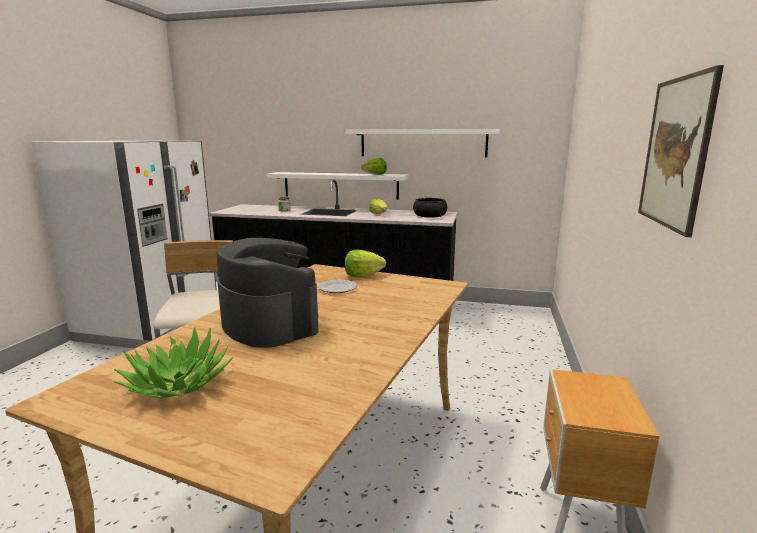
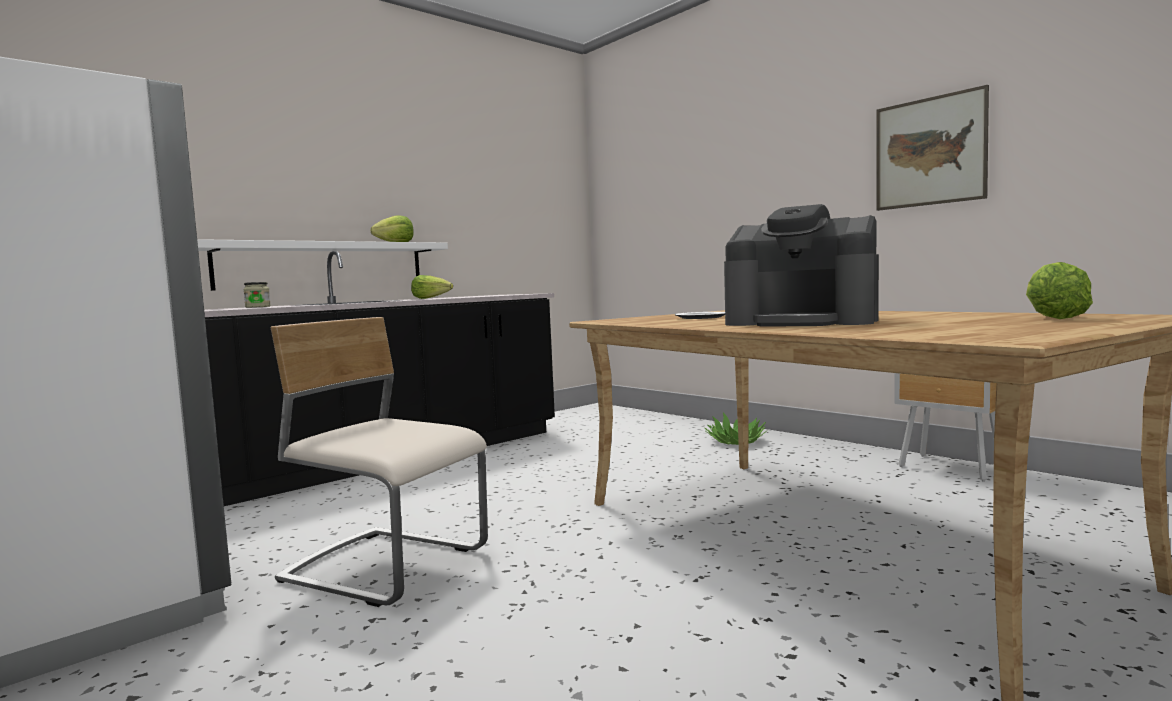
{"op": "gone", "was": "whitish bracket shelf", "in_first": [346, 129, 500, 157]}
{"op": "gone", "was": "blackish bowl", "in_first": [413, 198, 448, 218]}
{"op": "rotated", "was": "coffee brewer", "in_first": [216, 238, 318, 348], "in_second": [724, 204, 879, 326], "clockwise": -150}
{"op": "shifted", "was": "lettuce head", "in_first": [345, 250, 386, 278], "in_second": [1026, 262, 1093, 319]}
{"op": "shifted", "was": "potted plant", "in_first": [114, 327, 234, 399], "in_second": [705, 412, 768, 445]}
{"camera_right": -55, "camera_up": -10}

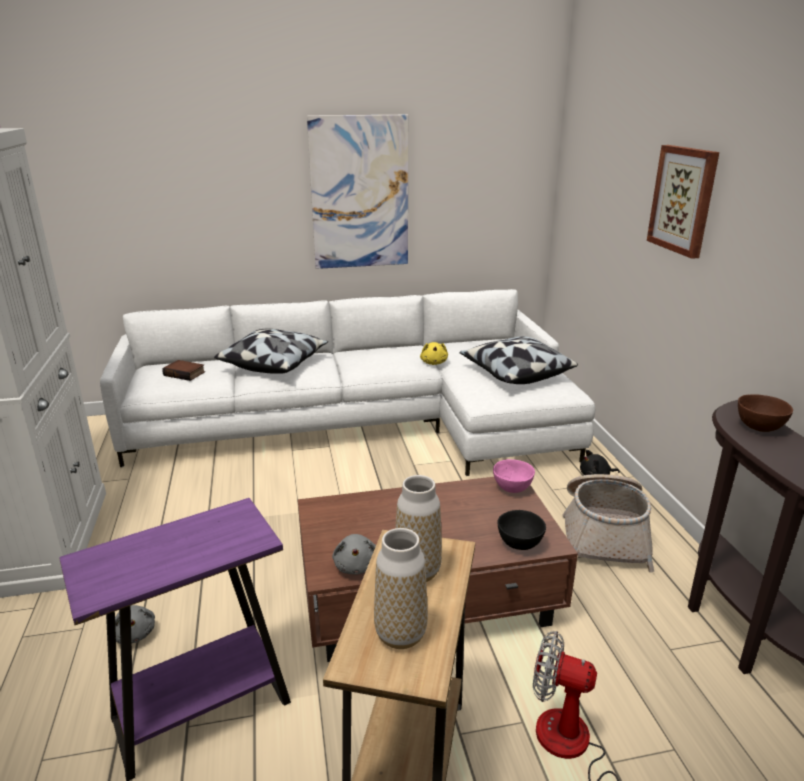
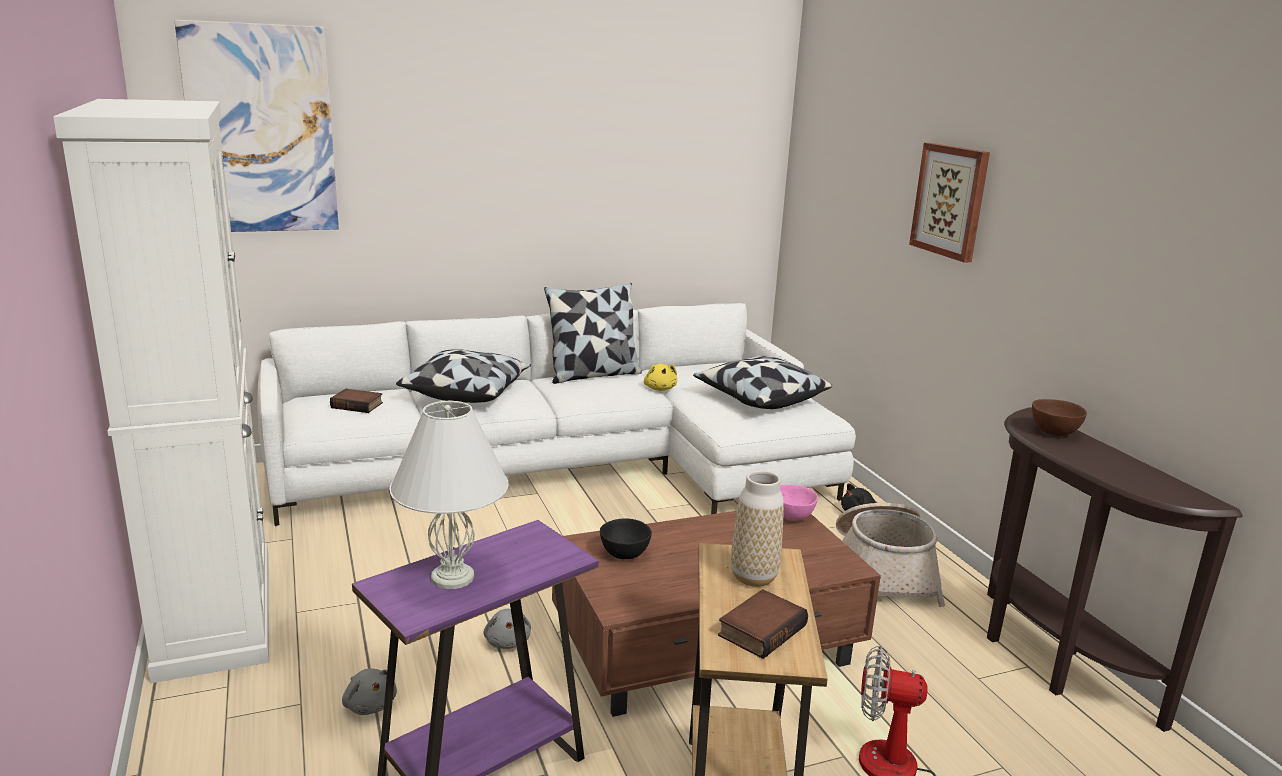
{"op": "shifted", "was": "picture", "in_first": [307, 115, 408, 269], "in_second": [174, 20, 339, 232]}
{"op": "shifted", "was": "blackish bowl", "in_first": [497, 510, 546, 550], "in_second": [600, 518, 652, 559]}
{"op": "swapped", "was": "flower vase", "now": "book", "in_first": [374, 528, 428, 649], "in_second": [718, 589, 808, 659]}
{"op": "shifted", "was": "gray plush toy", "in_first": [332, 534, 376, 574], "in_second": [483, 609, 531, 649]}
{"op": "new", "now": "pillow", "in_second": [544, 283, 642, 384]}
{"op": "new", "now": "whitish tabletop lamp", "in_second": [389, 401, 509, 589]}
{"camera_right": -10, "camera_up": -5}

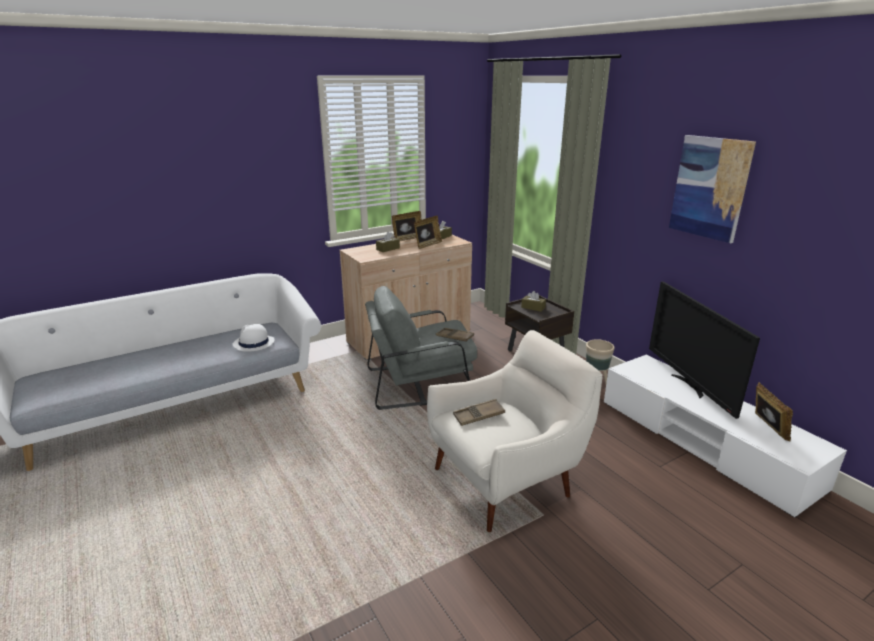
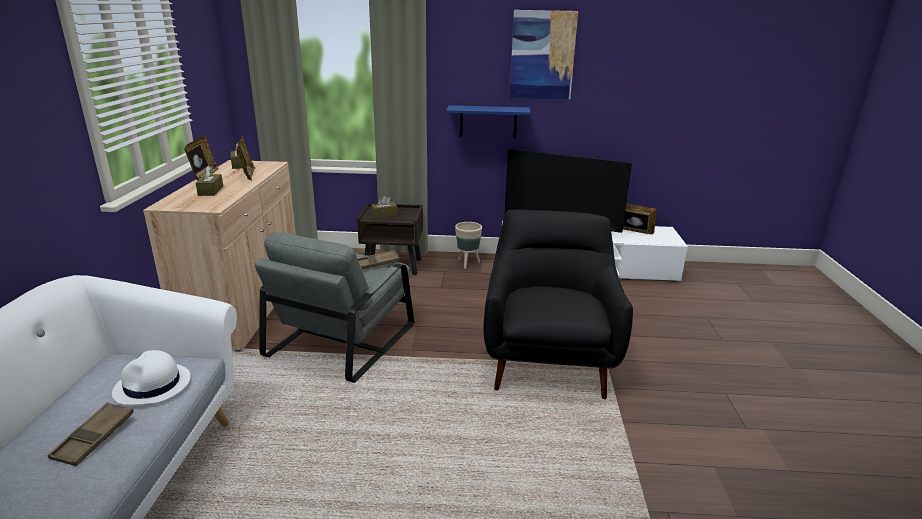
{"op": "repainted", "was": "whitish easy chair", "now": "blackish easy chair", "in_first": [427, 330, 603, 532], "in_second": [484, 209, 633, 399]}
{"op": "shifted", "was": "brown-coloured tray", "in_first": [453, 399, 505, 426], "in_second": [48, 402, 134, 466]}
{"op": "new", "now": "bluish bracket shelf", "in_second": [446, 105, 531, 138]}
{"camera_right": -55, "camera_up": 0}

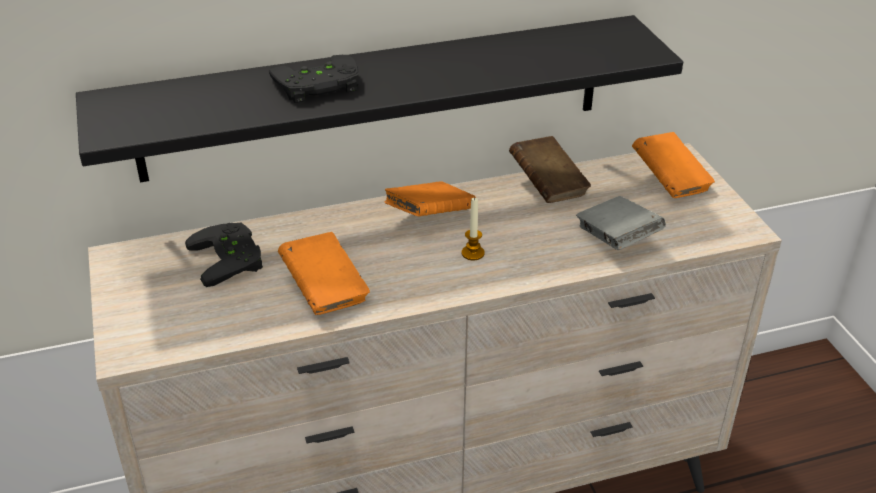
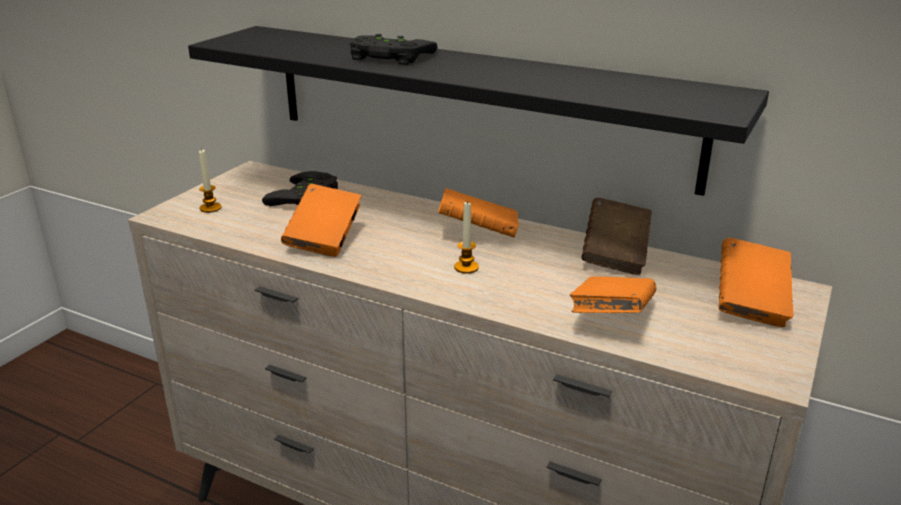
{"op": "repainted", "was": "gray book", "now": "orange-coloured book", "in_first": [576, 196, 666, 250], "in_second": [570, 276, 656, 313]}
{"op": "new", "now": "wax light", "in_second": [199, 149, 222, 213]}
{"camera_right": 45, "camera_up": -10}

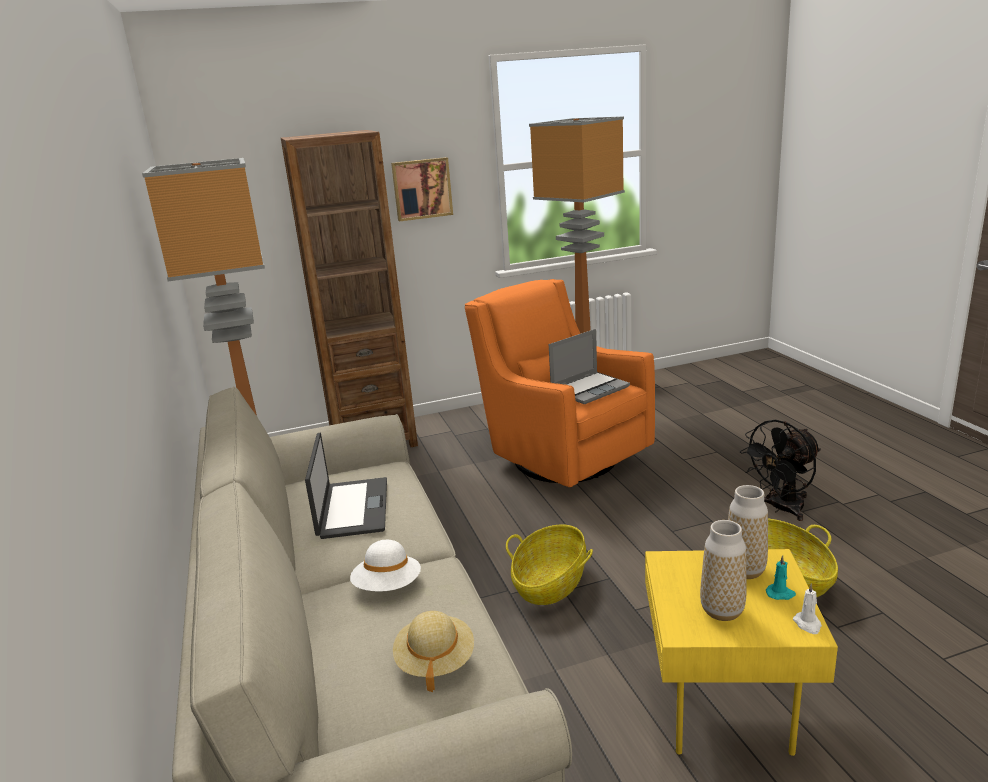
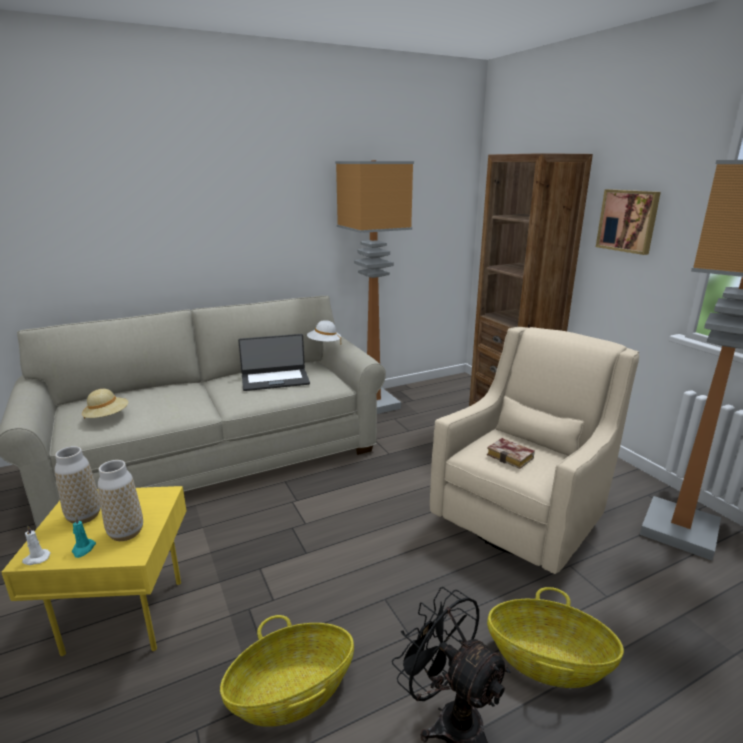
{"op": "repainted", "was": "orange-coloured easy chair", "now": "beige-coloured easy chair", "in_first": [465, 279, 655, 487], "in_second": [430, 327, 639, 574]}
{"op": "swapped", "was": "notebook computer", "now": "book", "in_first": [549, 329, 630, 404], "in_second": [487, 438, 535, 469]}
{"op": "shifted", "was": "storage basket", "in_first": [506, 524, 593, 605], "in_second": [487, 587, 624, 688]}
{"op": "shifted", "was": "whitish clothing hat", "in_first": [350, 540, 421, 592], "in_second": [307, 320, 341, 345]}
{"camera_right": 80, "camera_up": 0}

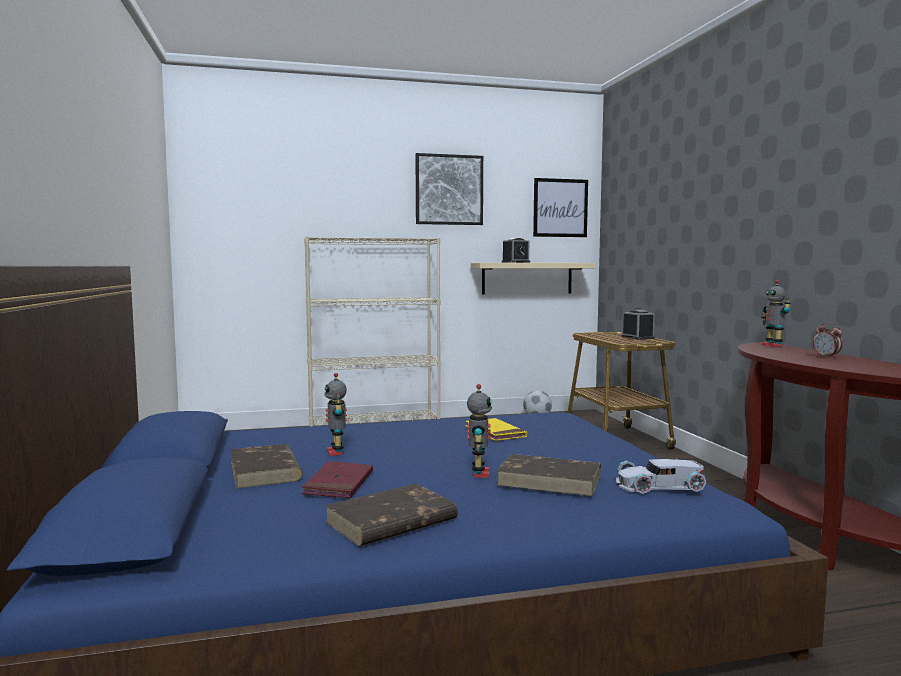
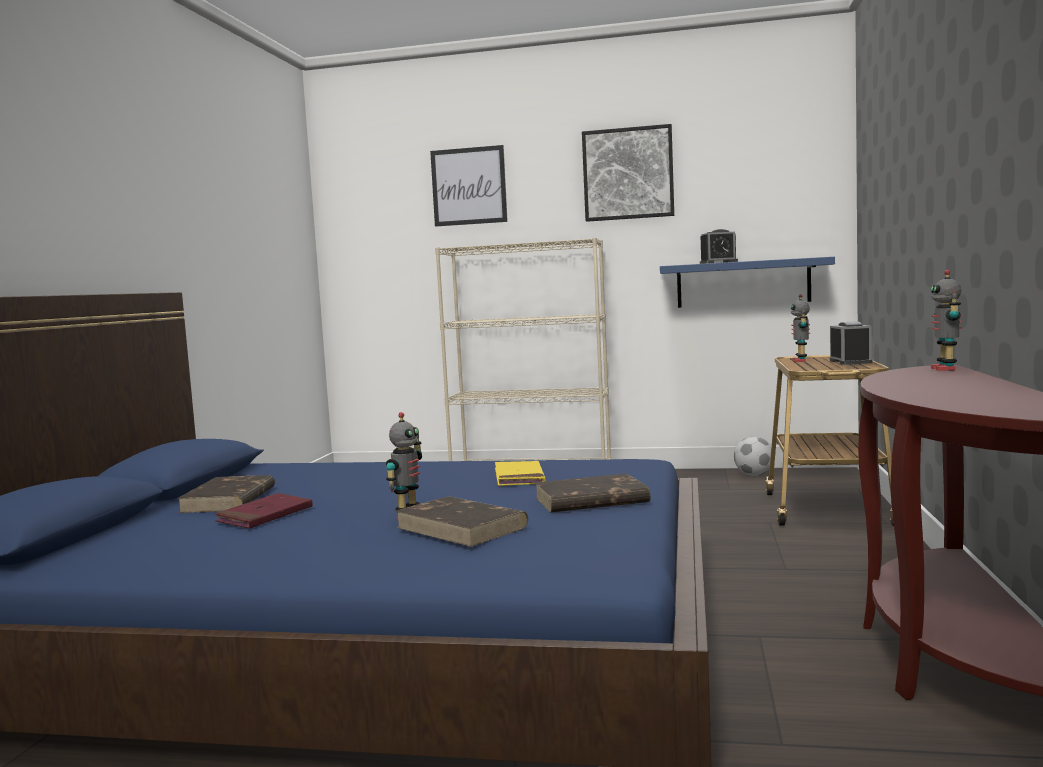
{"op": "shifted", "was": "picture", "in_first": [533, 178, 588, 237], "in_second": [430, 145, 508, 227]}
{"op": "repainted", "was": "beige-coloured bracket shelf", "now": "bluish bracket shelf", "in_first": [471, 263, 596, 294], "in_second": [660, 257, 835, 308]}
{"op": "gone", "was": "bedside clock", "in_first": [813, 322, 843, 359]}
{"op": "shifted", "was": "model robot", "in_first": [324, 373, 347, 456], "in_second": [791, 294, 810, 362]}
{"op": "gone", "was": "whitish model car", "in_first": [616, 459, 707, 494]}
{"op": "shifted", "was": "brown-coloured book", "in_first": [325, 483, 458, 546], "in_second": [535, 473, 651, 513]}
{"camera_right": 25, "camera_up": 0}

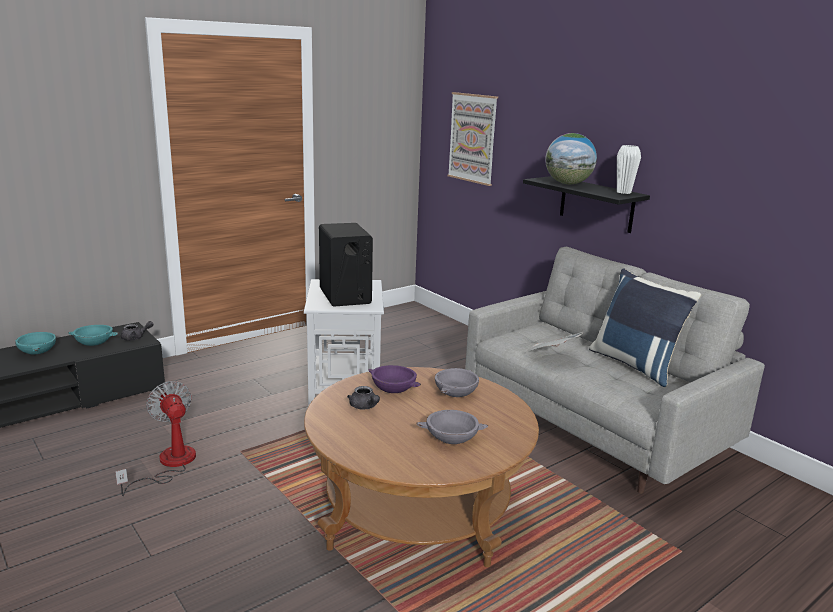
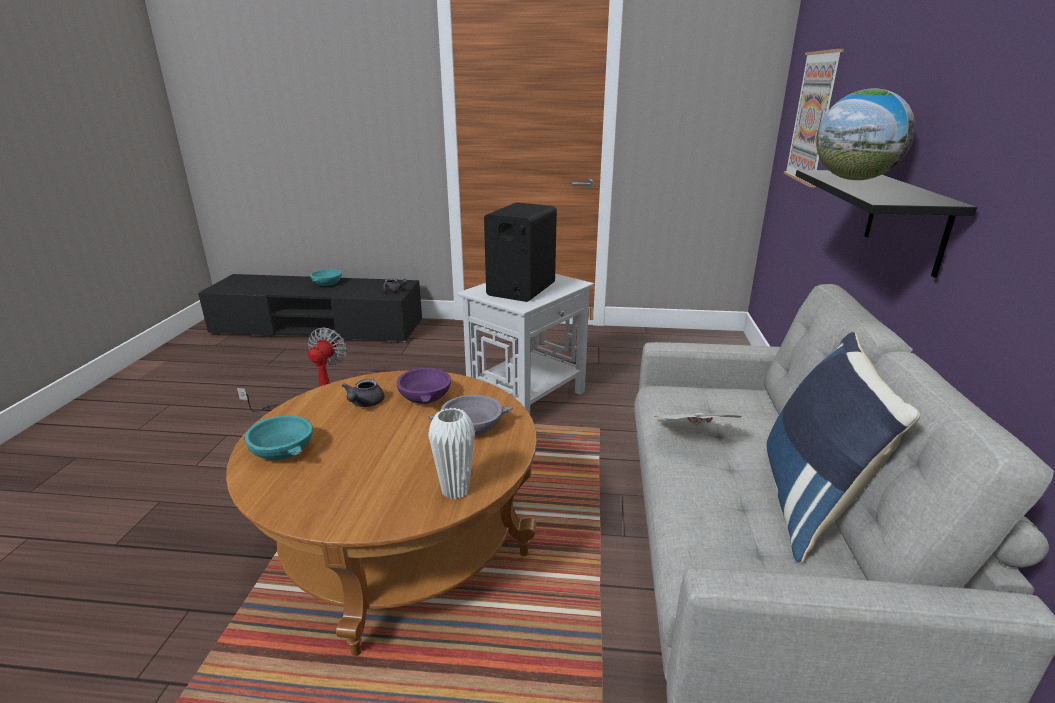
{"op": "shifted", "was": "whitish flower vase", "in_first": [617, 145, 641, 194], "in_second": [428, 408, 475, 499]}
{"op": "shifted", "was": "blue-green bowl", "in_first": [68, 325, 118, 346], "in_second": [244, 415, 313, 460]}
{"op": "gone", "was": "gray bowl", "in_first": [416, 410, 488, 444]}
{"camera_right": 45, "camera_up": 5}

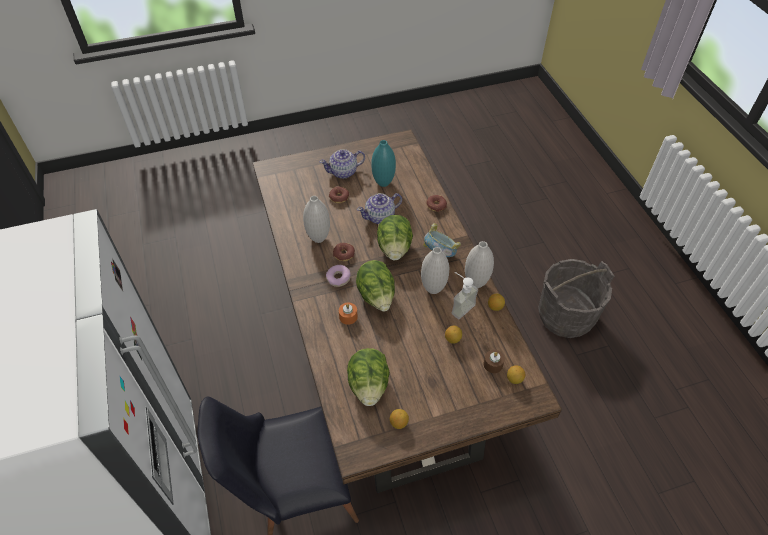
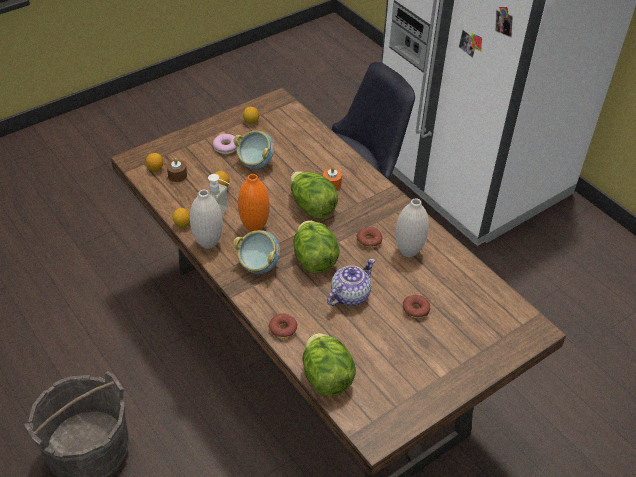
{"op": "gone", "was": "blue-green flower vase", "in_first": [371, 140, 396, 187]}
{"op": "gone", "was": "teapot", "in_first": [320, 149, 365, 179]}
{"op": "repainted", "was": "whitish flower vase", "now": "orange-coloured flower vase", "in_first": [421, 247, 449, 294], "in_second": [238, 174, 270, 232]}
{"op": "shifted", "was": "ring doughnut", "in_first": [326, 265, 351, 287], "in_second": [213, 134, 238, 154]}
{"op": "shifted", "was": "lettuce head", "in_first": [347, 348, 390, 406], "in_second": [303, 333, 356, 396]}
{"op": "new", "now": "bowl", "in_second": [233, 130, 274, 169]}
{"camera_right": 160, "camera_up": -5}

